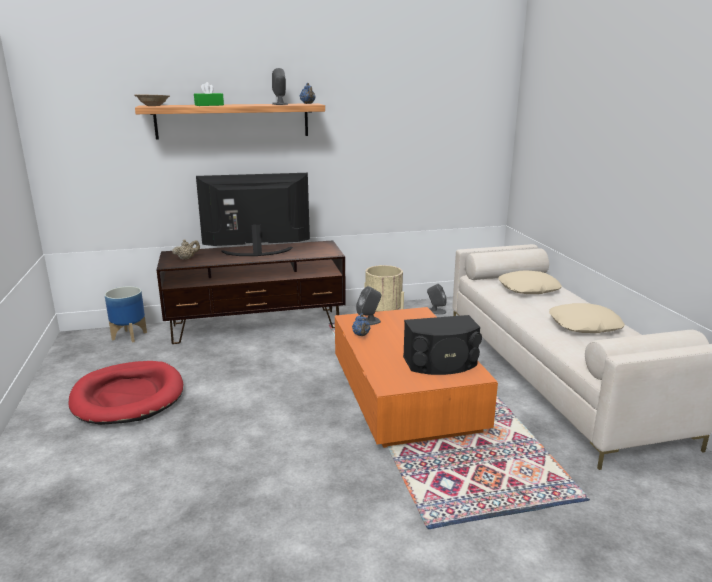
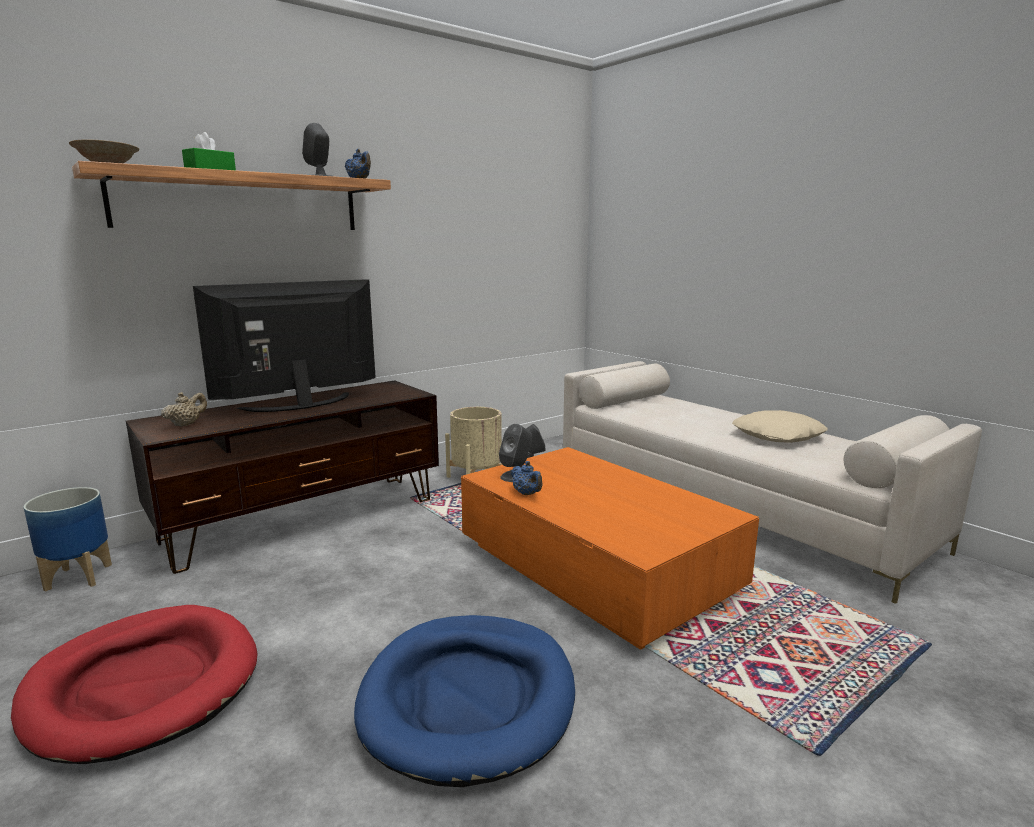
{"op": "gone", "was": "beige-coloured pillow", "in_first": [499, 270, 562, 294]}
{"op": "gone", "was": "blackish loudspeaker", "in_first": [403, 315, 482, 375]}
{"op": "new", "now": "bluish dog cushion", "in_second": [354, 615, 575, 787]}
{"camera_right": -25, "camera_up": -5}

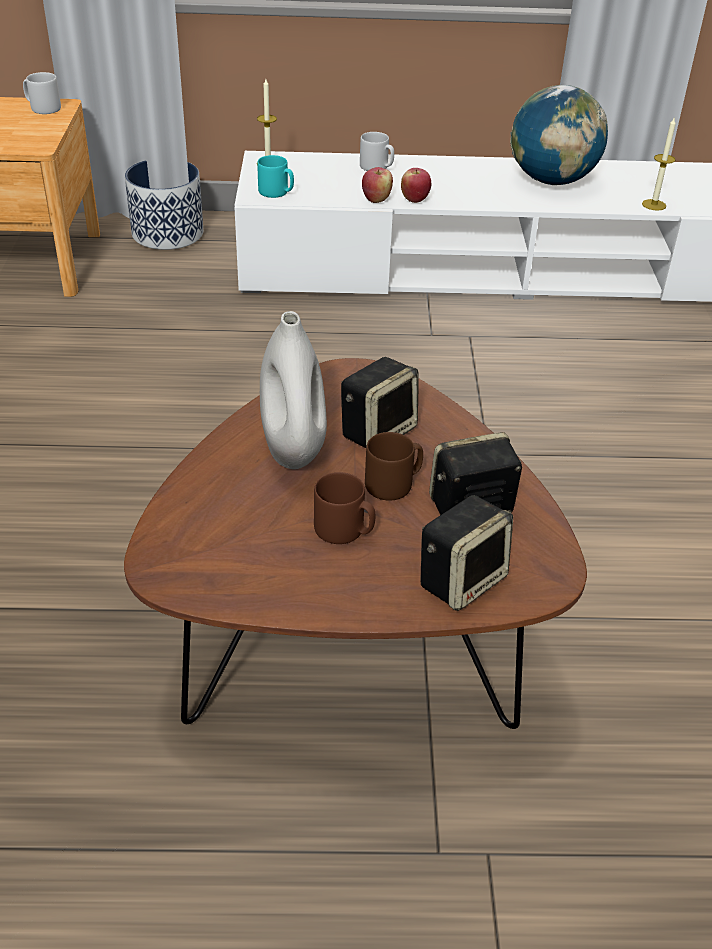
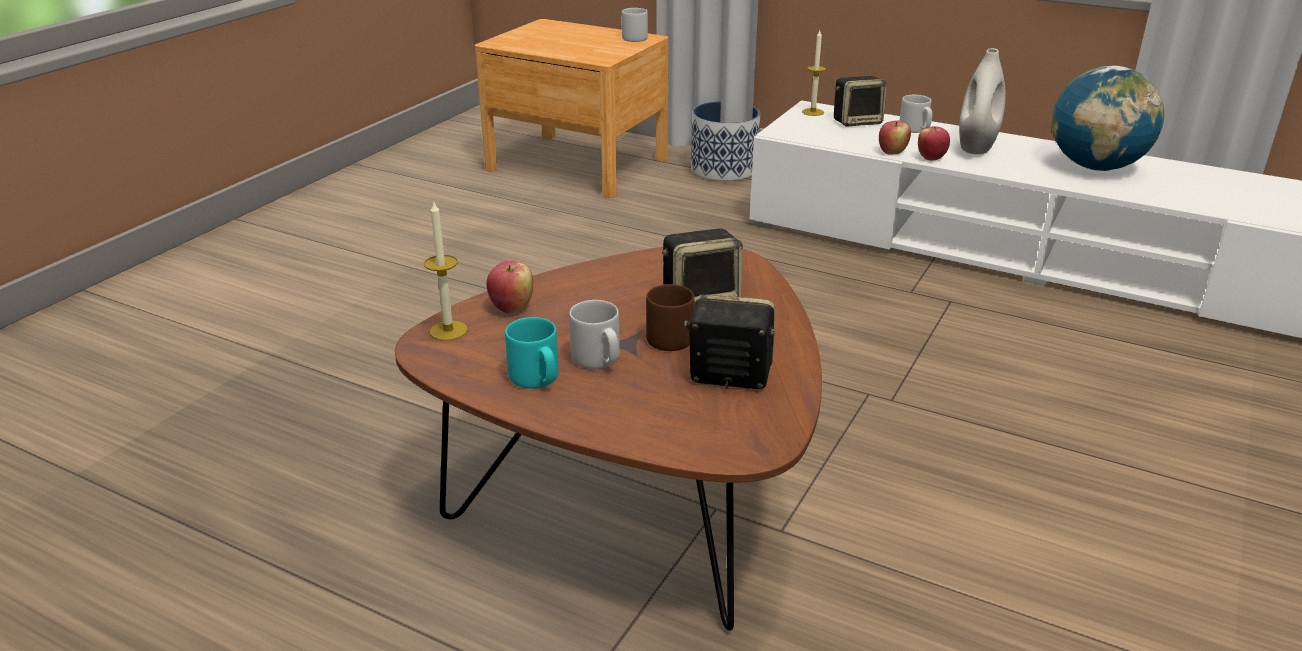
{"op": "shifted", "was": "wax light", "in_first": [642, 118, 676, 211], "in_second": [424, 200, 468, 341]}
{"op": "shifted", "was": "blue-green coffee mug", "in_first": [257, 155, 294, 198], "in_second": [505, 317, 559, 389]}
{"op": "shifted", "was": "whitish flower vase", "in_first": [260, 311, 327, 469], "in_second": [959, 48, 1006, 154]}
{"op": "repainted", "was": "brown-coloured coffee mug", "now": "gray coffee mug", "in_first": [314, 472, 375, 544], "in_second": [569, 300, 620, 369]}
{"op": "shifted", "was": "loudspeaker", "in_first": [421, 495, 513, 611], "in_second": [834, 76, 887, 127]}
{"op": "new", "now": "apple", "in_second": [487, 261, 533, 314]}
{"camera_right": 30, "camera_up": -10}

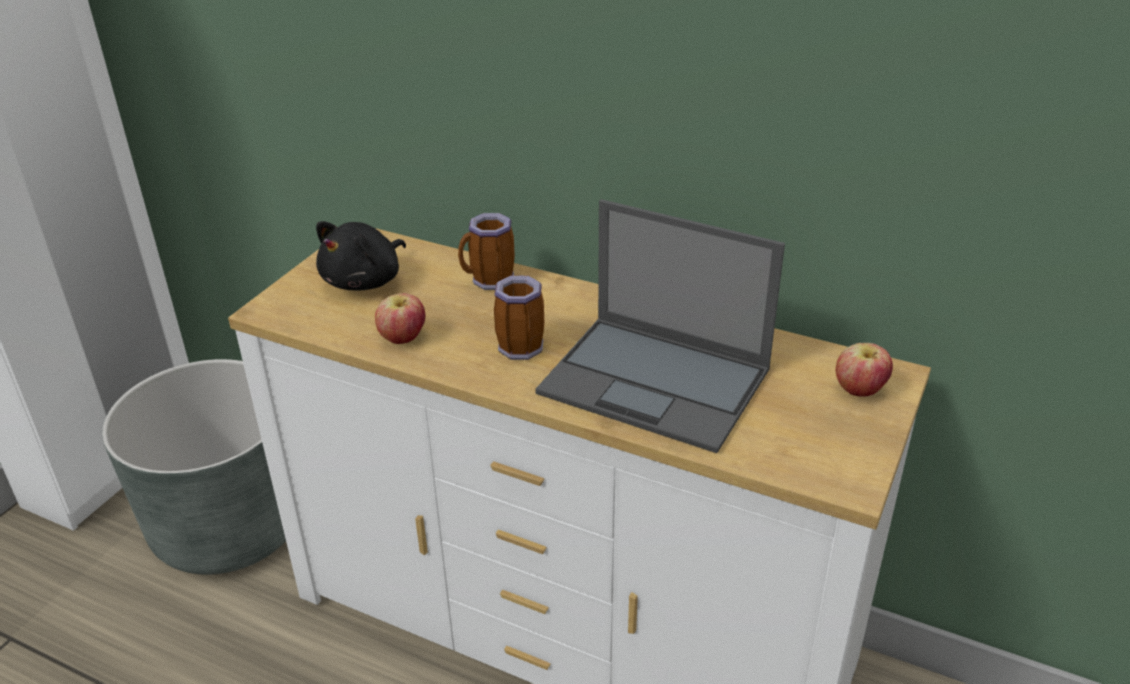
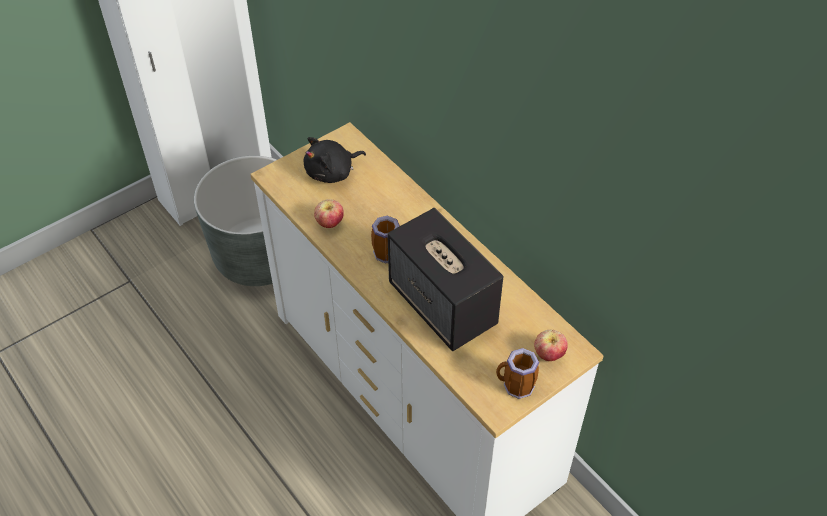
{"op": "swapped", "was": "notebook computer", "now": "loudspeaker", "in_first": [535, 199, 785, 453], "in_second": [387, 208, 503, 351]}
{"op": "shifted", "was": "coffee mug", "in_first": [458, 213, 515, 290], "in_second": [496, 348, 539, 399]}
{"camera_right": 25, "camera_up": 15}

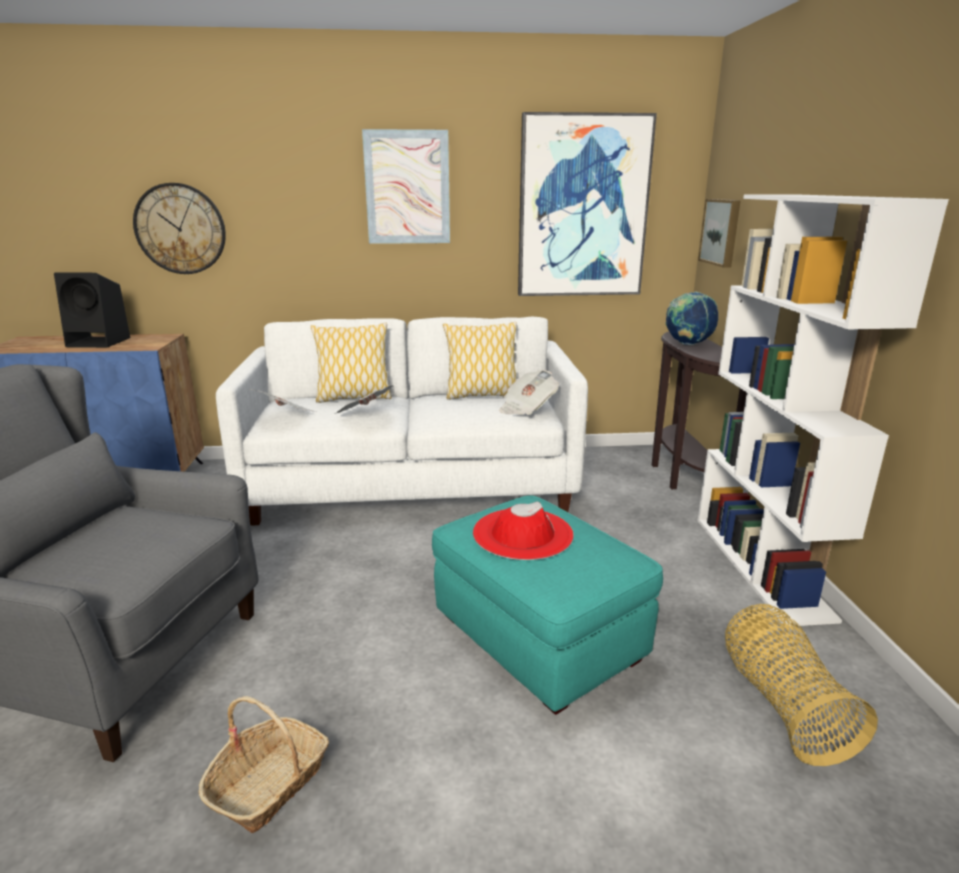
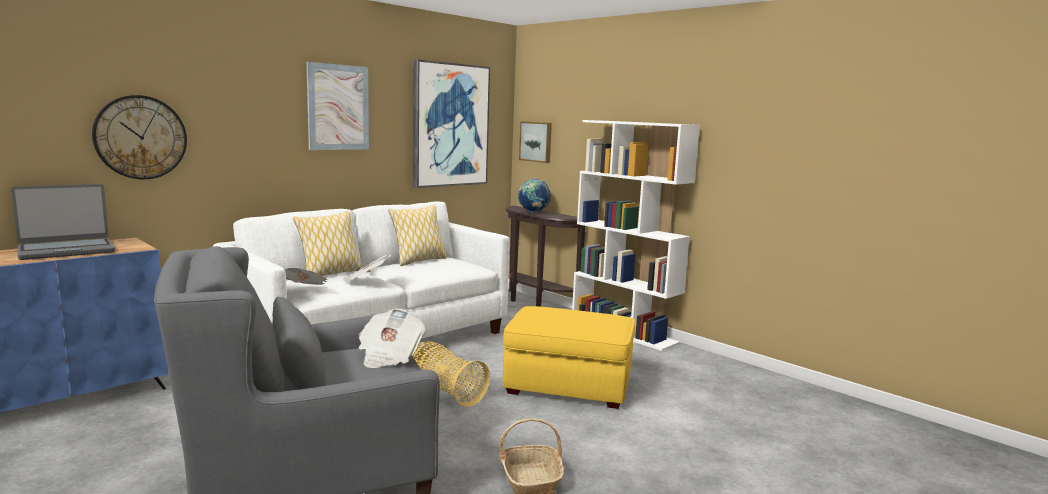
{"op": "swapped", "was": "blackish loudspeaker", "now": "notebook computer", "in_first": [54, 272, 131, 348], "in_second": [11, 184, 115, 260]}
{"op": "shifted", "was": "printed paper", "in_first": [499, 370, 559, 415], "in_second": [359, 308, 425, 368]}
{"op": "repainted", "was": "blue-green footrest", "now": "yellowish footrest", "in_first": [432, 495, 663, 715], "in_second": [503, 306, 635, 409]}
{"op": "gone", "was": "red clothing hat", "in_first": [473, 501, 574, 560]}
{"op": "shifted", "was": "storage basket", "in_first": [725, 604, 878, 766], "in_second": [412, 341, 490, 407]}
{"camera_right": -40, "camera_up": -10}

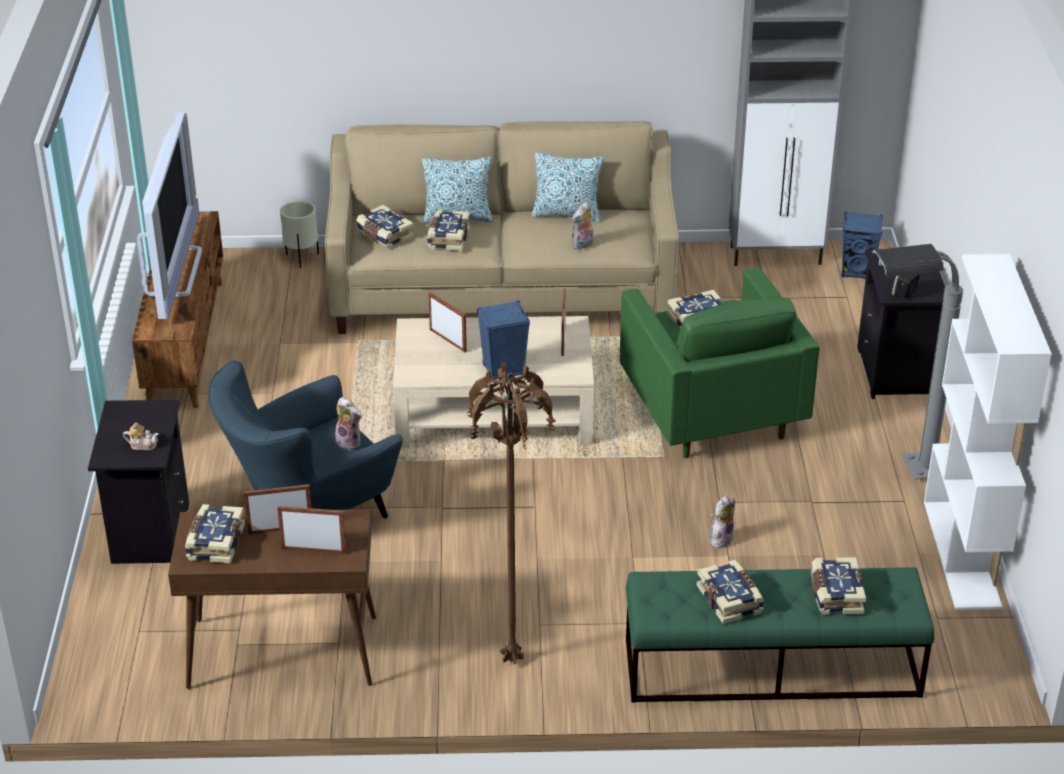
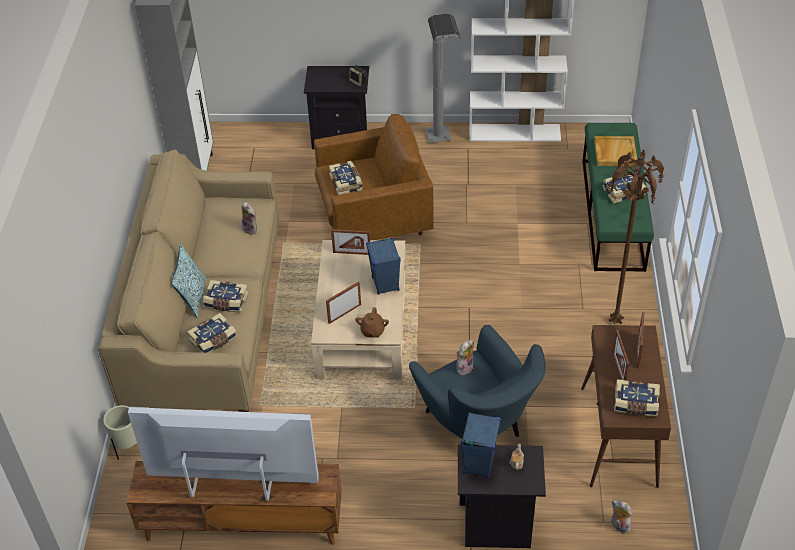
{"op": "gone", "was": "pillow", "in_first": [532, 153, 604, 222]}
{"op": "shifted", "was": "bluish loudspeaker", "in_first": [841, 212, 883, 278], "in_second": [461, 412, 501, 478]}
{"op": "repainted", "was": "green-coloured easy chair", "now": "brown-coloured easy chair", "in_first": [620, 268, 820, 458], "in_second": [314, 114, 434, 240]}
{"op": "shifted", "was": "plush toy", "in_first": [710, 496, 735, 548], "in_second": [611, 500, 632, 533]}
{"op": "swapped", "was": "book", "now": "beige-coloured tray", "in_first": [811, 557, 866, 615], "in_second": [594, 136, 637, 166]}
{"op": "new", "now": "brown-coloured teapot", "in_second": [355, 307, 389, 338]}
{"camera_right": -85, "camera_up": 10}

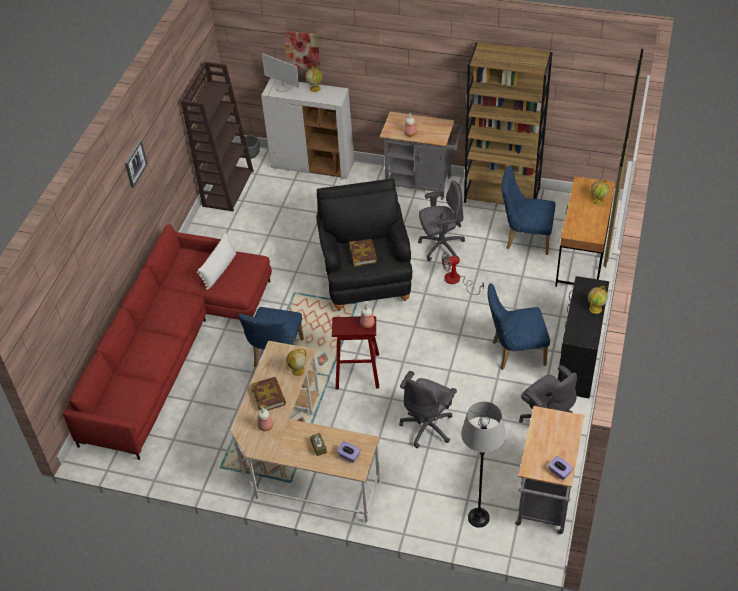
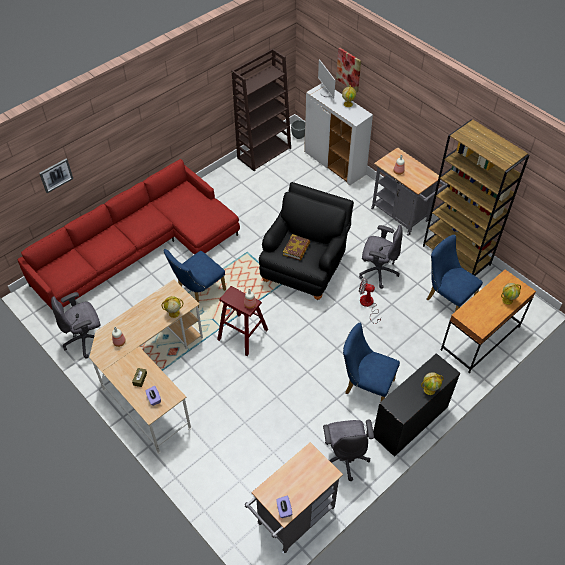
{"op": "shifted", "was": "picture", "in_first": [125, 140, 147, 188], "in_second": [39, 158, 73, 193]}
{"op": "gone", "was": "whitish pillow", "in_first": [196, 233, 236, 290]}
{"op": "shifted", "was": "gray office chair", "in_first": [399, 371, 457, 448], "in_second": [51, 292, 100, 358]}
{"op": "gone", "was": "book", "in_first": [251, 377, 286, 410]}
{"op": "gone", "was": "gray standard lamp", "in_first": [461, 401, 506, 528]}
{"camera_right": 30, "camera_up": 5}

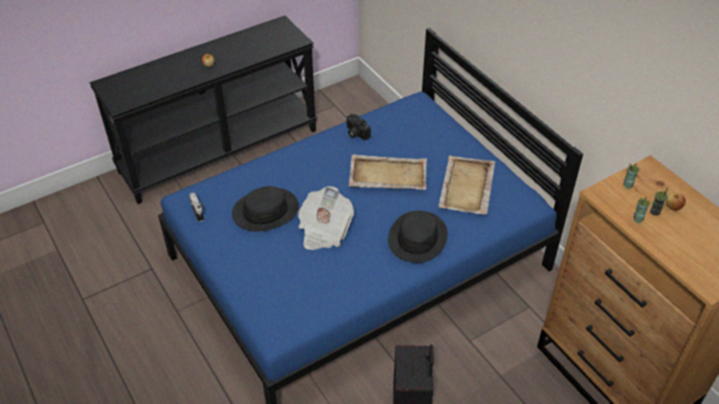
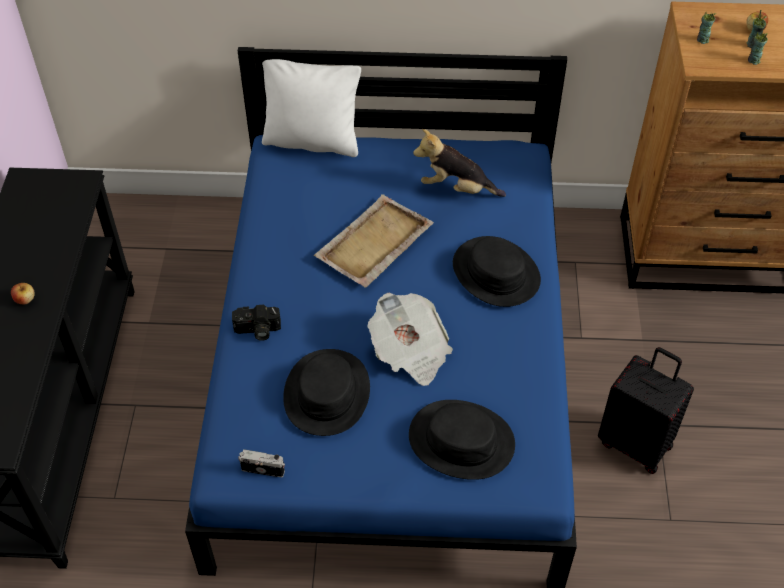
{"op": "shifted", "was": "photo camera", "in_first": [346, 114, 371, 141], "in_second": [232, 305, 281, 341]}
{"op": "swapped", "was": "beige-coloured tray", "now": "plush toy", "in_first": [438, 156, 495, 215], "in_second": [413, 129, 506, 197]}
{"op": "new", "now": "whitish pillow", "in_second": [262, 59, 361, 157]}
{"op": "new", "now": "blackish clothing hat", "in_second": [409, 400, 515, 480]}
{"camera_right": -55, "camera_up": 5}

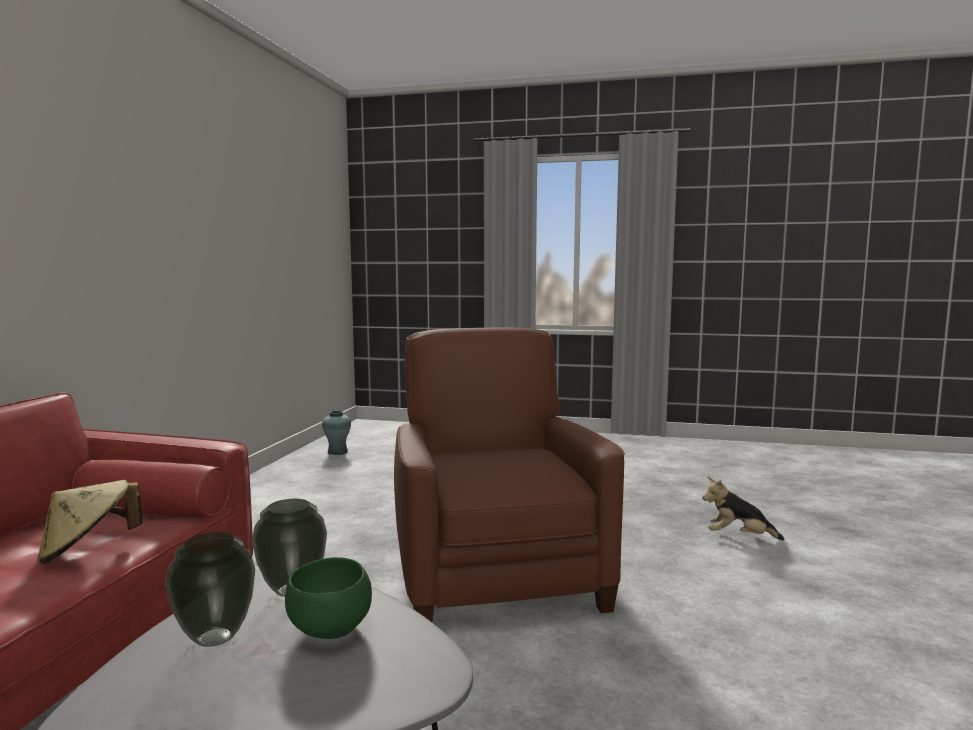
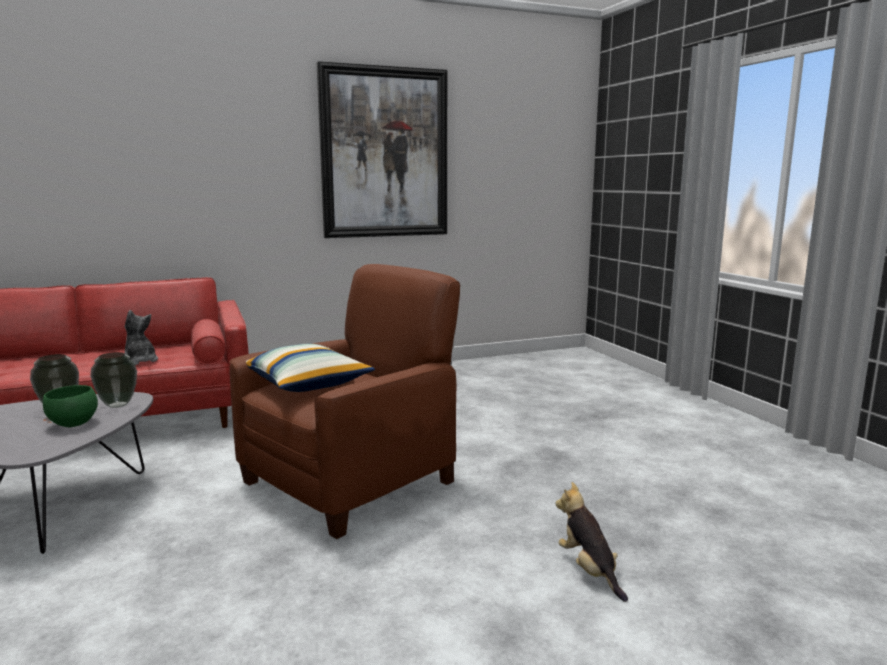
{"op": "gone", "was": "blue-green flower vase", "in_first": [322, 410, 351, 455]}
{"op": "swapped", "was": "beige-coloured clothing hat", "now": "plush toy", "in_first": [38, 480, 143, 564], "in_second": [125, 310, 158, 365]}
{"op": "new", "now": "picture", "in_second": [316, 61, 447, 238]}
{"op": "new", "now": "pillow", "in_second": [246, 344, 375, 392]}
{"camera_right": 55, "camera_up": 5}

